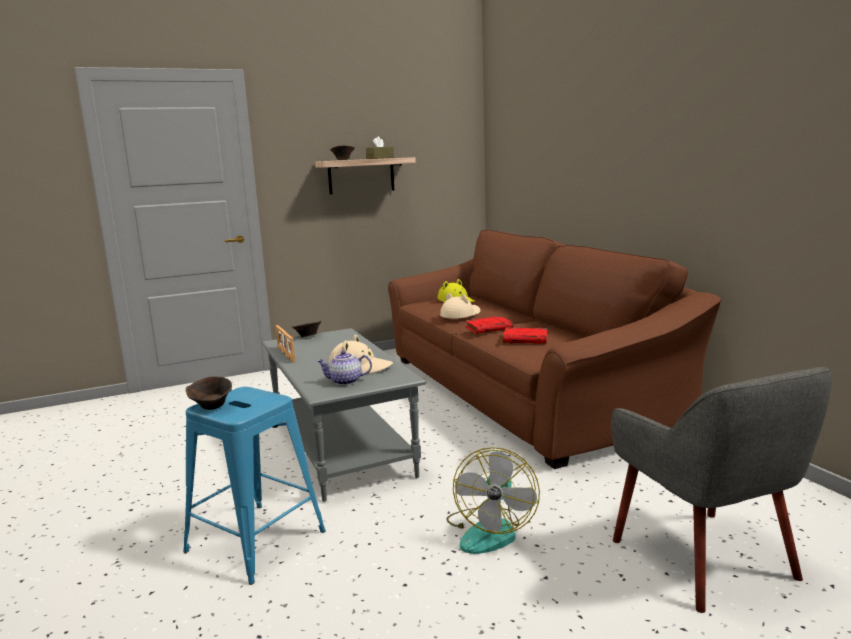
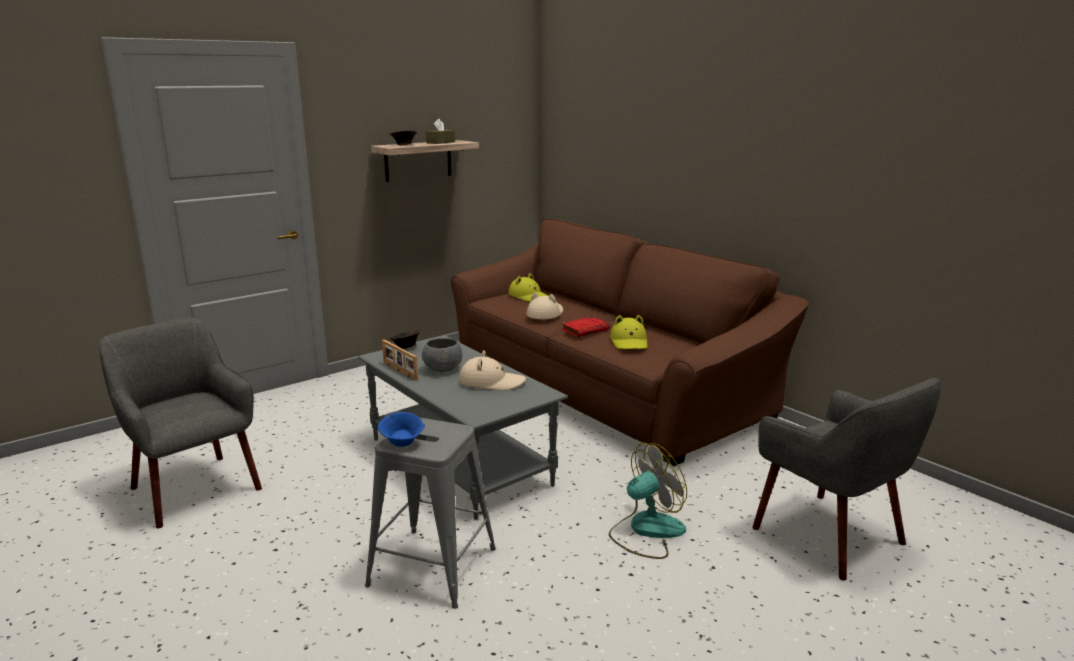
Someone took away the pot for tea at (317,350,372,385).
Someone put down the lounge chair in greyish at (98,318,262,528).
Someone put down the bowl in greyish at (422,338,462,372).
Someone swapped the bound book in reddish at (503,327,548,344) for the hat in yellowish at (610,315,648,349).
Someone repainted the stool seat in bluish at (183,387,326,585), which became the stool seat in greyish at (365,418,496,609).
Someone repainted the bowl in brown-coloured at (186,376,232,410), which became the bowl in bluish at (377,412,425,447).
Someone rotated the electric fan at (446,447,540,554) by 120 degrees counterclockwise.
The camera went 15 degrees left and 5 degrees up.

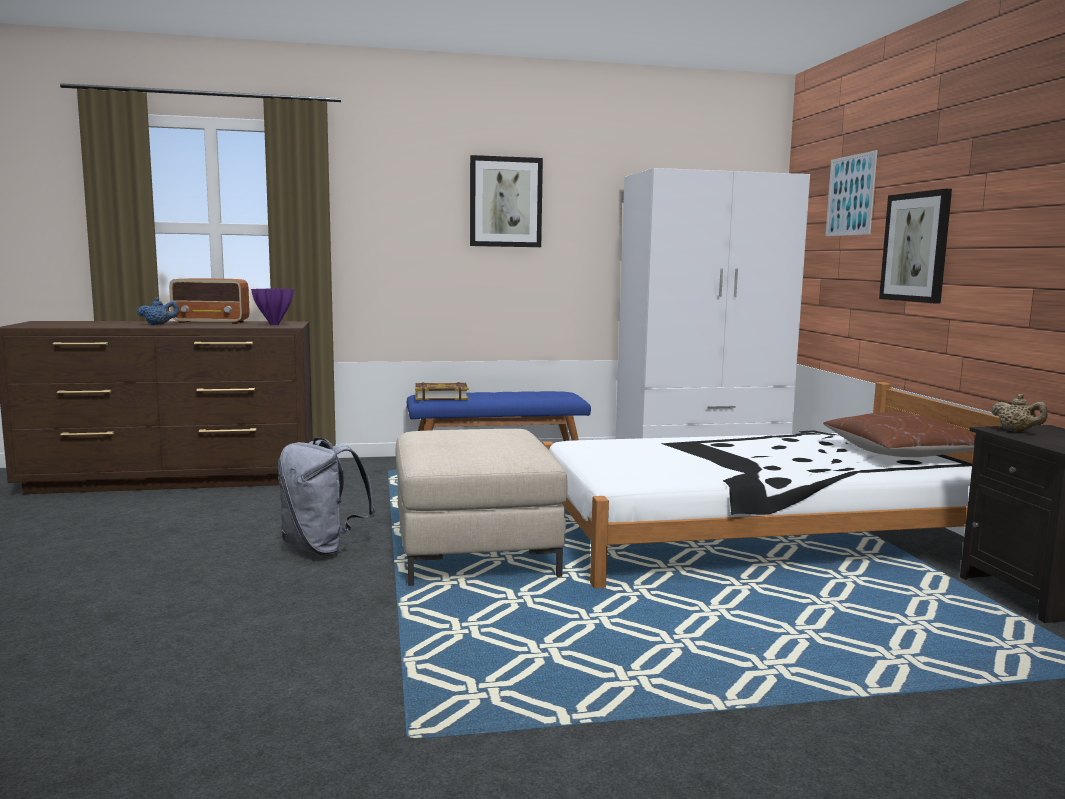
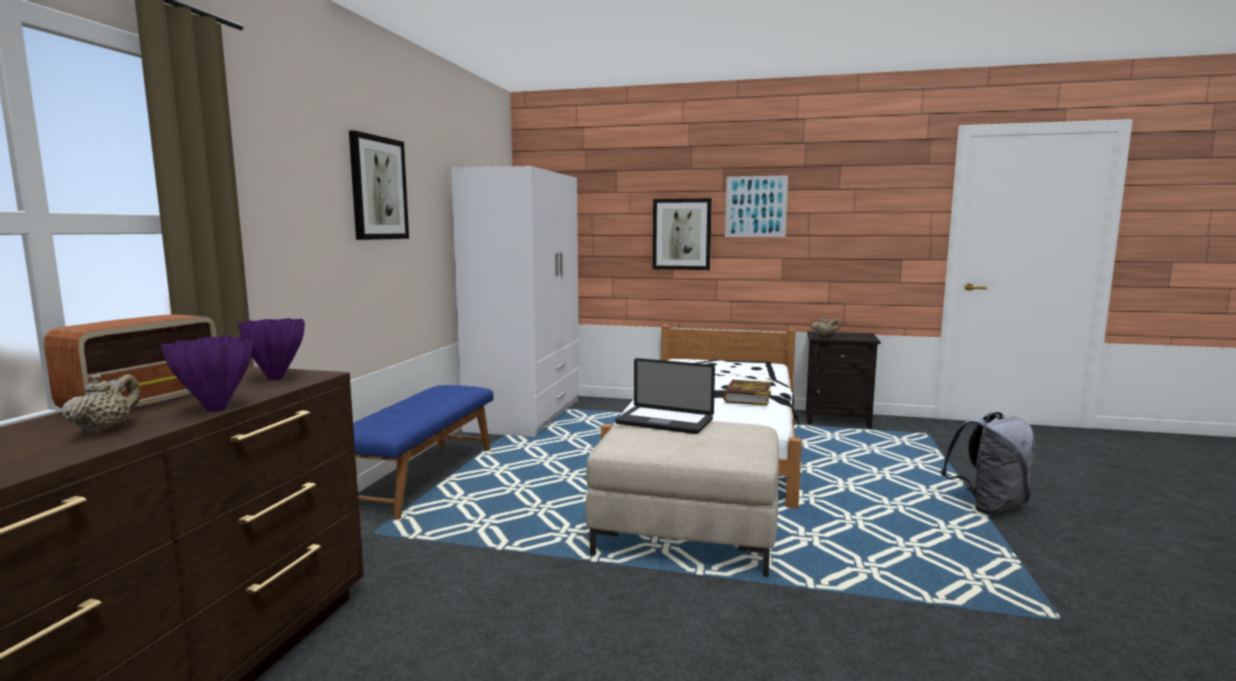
Someone took away the throw pillow in brown-coloured at (823,412,975,457).
Someone put down the decorative vase in purple-coloured at (161,335,253,412).
Someone put down the notebook computer at (615,358,715,434).
Someone carried the backpack in greyish from (278,437,376,556) to (940,412,1036,514).
Someone carried the bound book from (415,382,469,401) to (723,380,771,406).
Someone carried the picture from (825,150,877,236) to (725,176,788,237).
Someone repainted the pot for tea in bluish at (137,297,180,325), which became the pot for tea in beige at (62,374,141,434).
The camera went 65 degrees left and 0 degrees up.

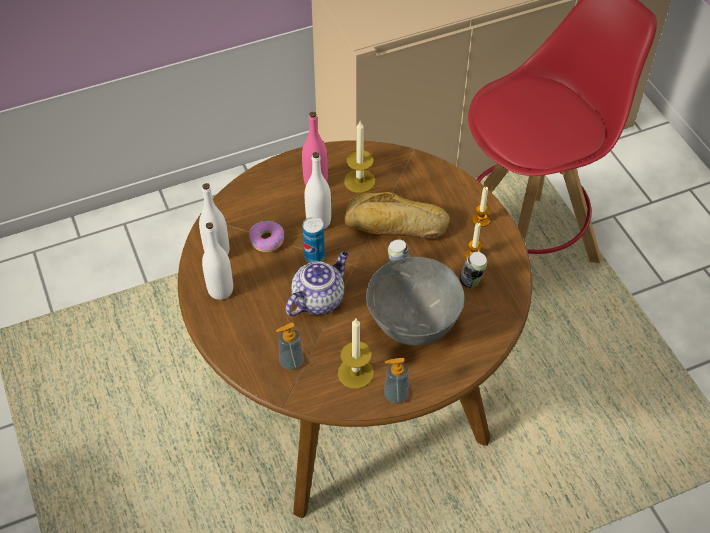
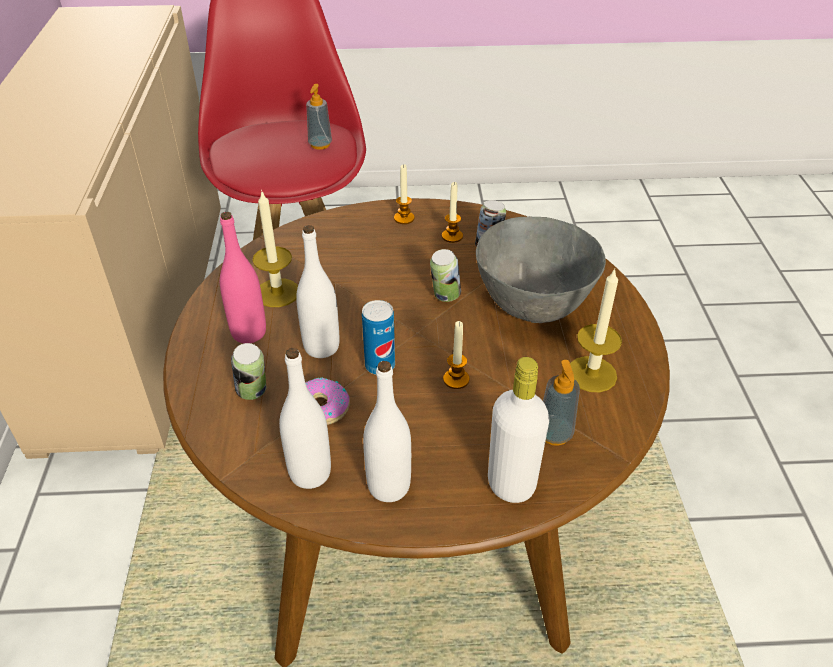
Someone took away the bakery bread at (344,192,450,239).
Someone put down the can at (231,343,266,400).
Someone put down the bottle in white at (488,357,549,503).
Someone carried the soap dispenser from (384,358,409,404) to (306,84,332,150).
Someone swapped the pot for tea at (286,251,349,316) for the candle at (443,321,469,389).
The camera went 70 degrees left and 10 degrees down.

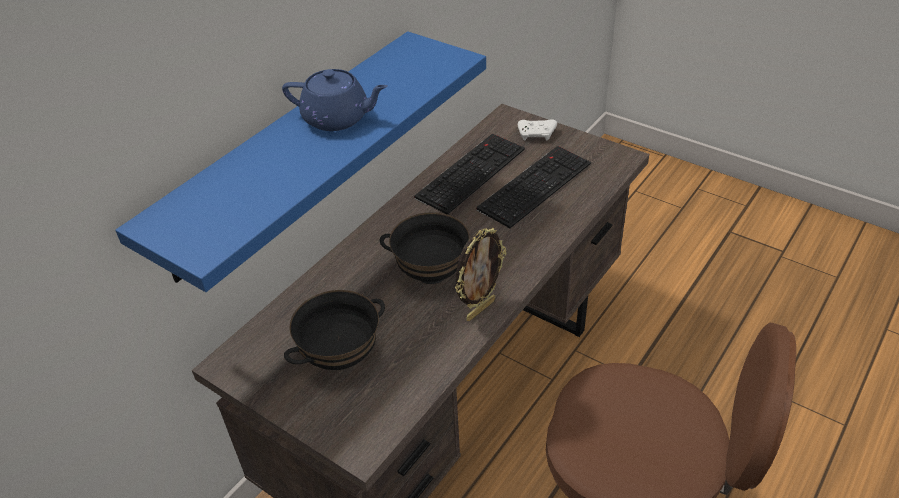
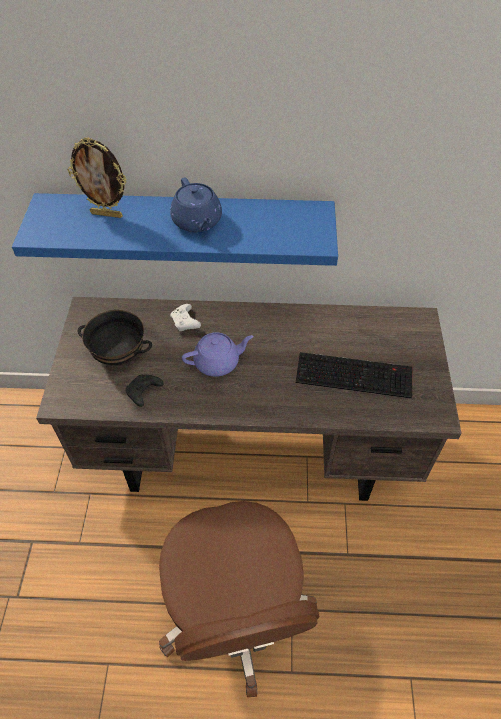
Someone took away the keyboard at (414,133,525,215).
Someone put down the gamepad in black at (126,374,164,407).
Someone carried the picture frame from (455,227,506,321) to (68,137,126,218).
Someone carried the gamepad in white from (518,119,557,141) to (170,304,201,331).
Someone swapped the bowl in black at (380,212,470,284) for the pot for tea in purple-coloured at (182,332,254,377).
The camera went 55 degrees right and 10 degrees up.

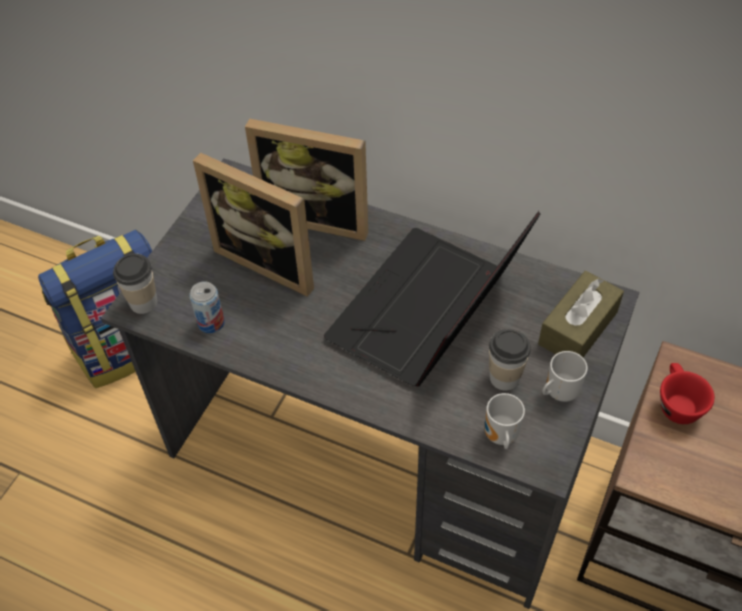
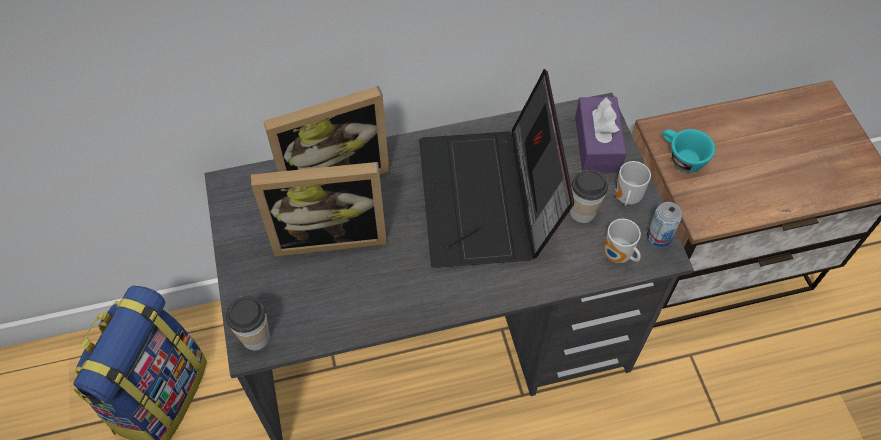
Someone carried the can from (189,281,225,333) to (646,202,682,248).
Someone repainted the box of tissues in brown-coloured at (538,271,624,357), which became the box of tissues in purple-coloured at (575,97,626,173).
Someone repainted the drinking cup in reddish at (660,363,715,424), which became the drinking cup in turquoise-coloured at (663,129,715,173).
The camera went 40 degrees left and 5 degrees up.

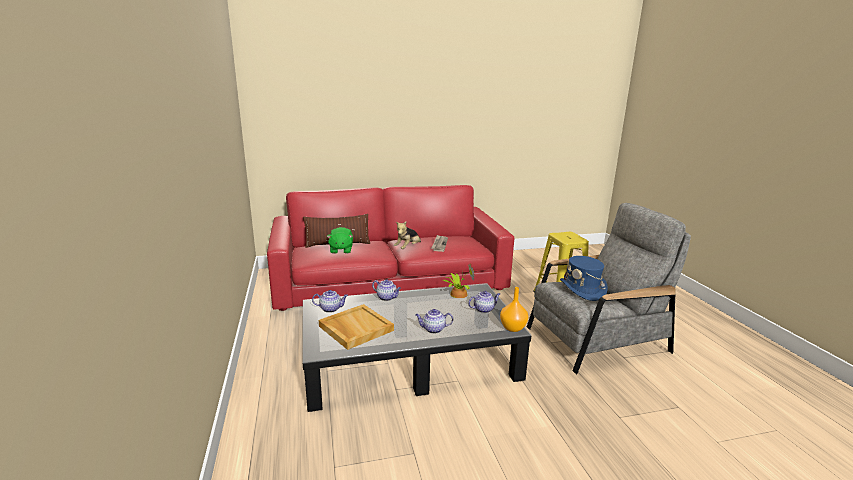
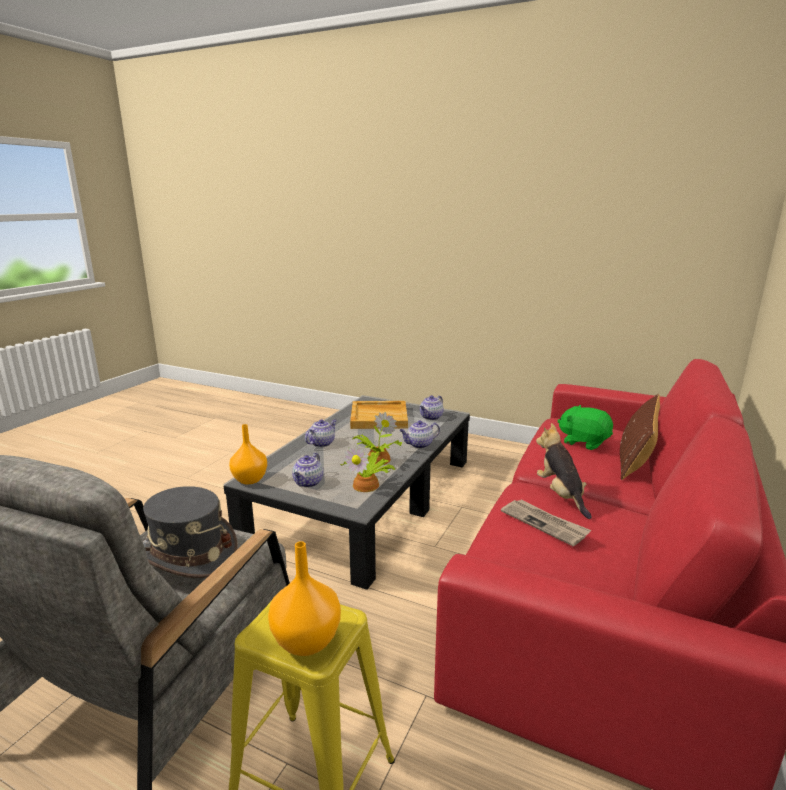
Someone put down the decorative vase in orange at (268,541,341,656).
Someone put down the potted plant at (353,412,402,465).
Someone repainted the hat in bluish at (560,256,608,301), which became the hat in greyish at (143,486,237,578).
The camera went 130 degrees right and 0 degrees up.

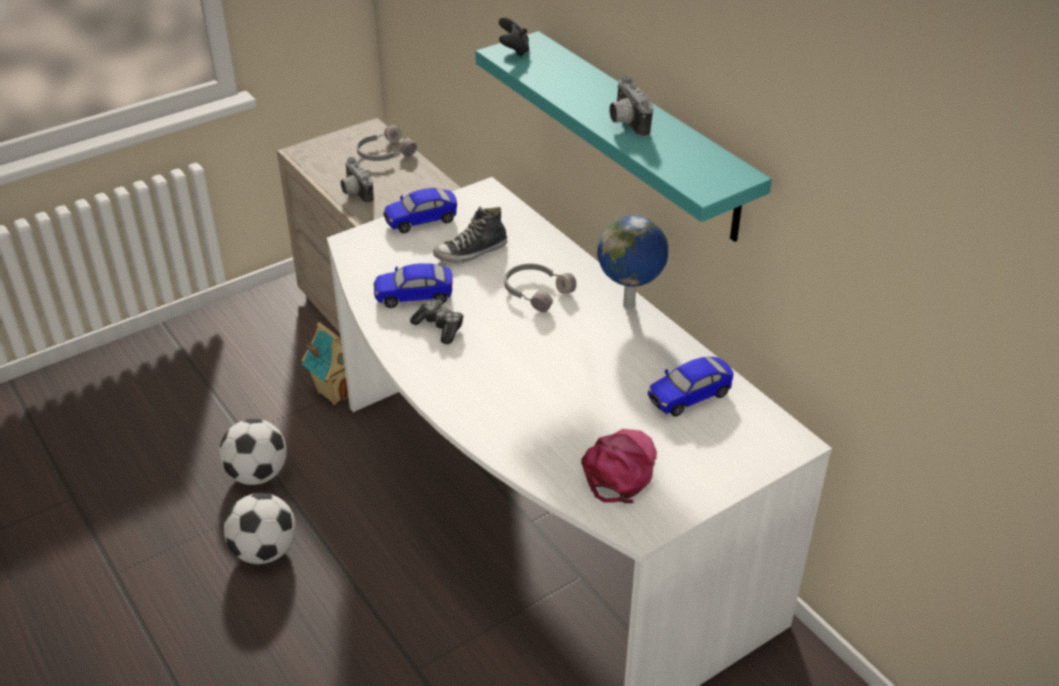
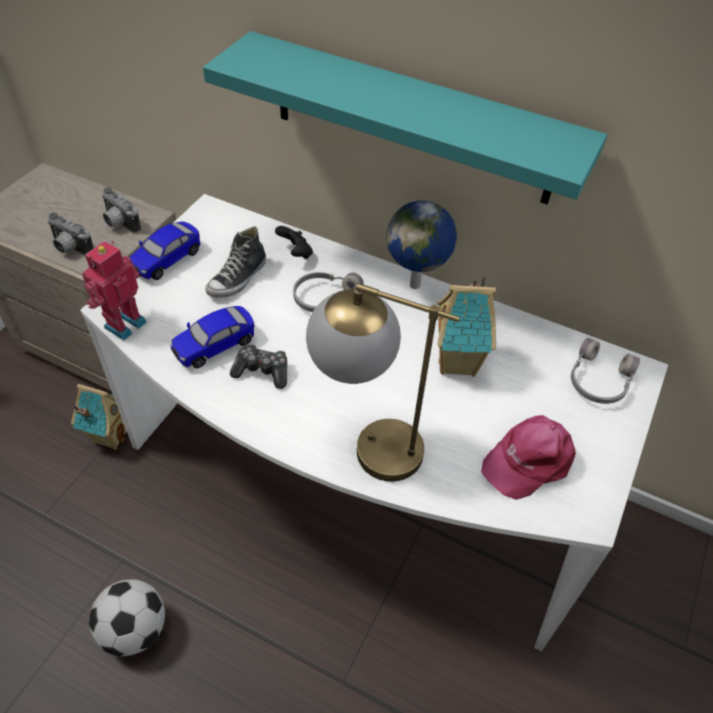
Someone took away the football at (219,419,287,485).
Someone took away the toy car at (648,357,733,417).
Someone put down the model robot at (82,241,147,340).
Someone put down the table lamp at (306,283,460,482).
Someone put down the toy house at (437,277,496,377).
Someone carried the headphones in greyish from (357,125,417,161) to (571,338,640,404).
Someone carried the gamepad in black from (499,17,529,57) to (275,226,313,259).
Someone carried the photo camera from (609,75,653,137) to (102,187,141,233).
Someone rotated the cap in pinkish at (581,429,657,503) by 120 degrees counterclockwise.
The camera went 30 degrees left and 10 degrees up.

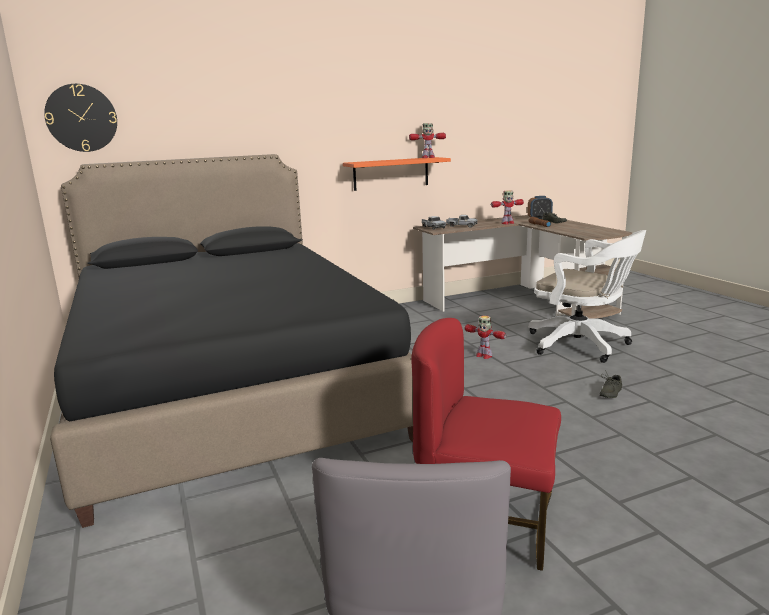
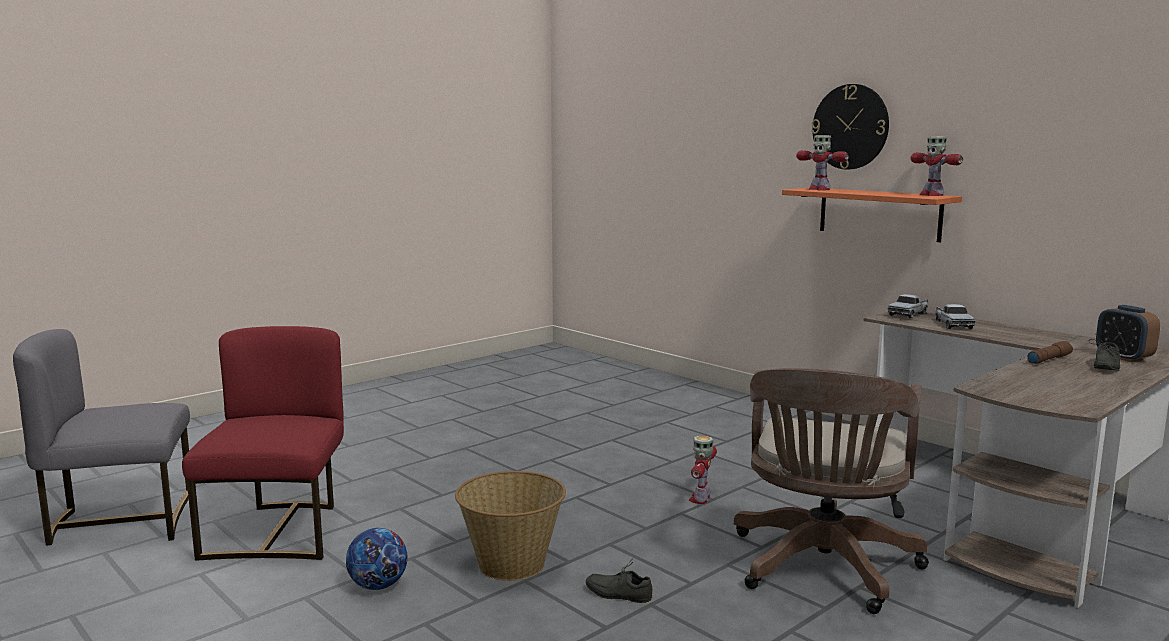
Someone took away the bed in black at (50,154,413,528).
Someone put down the football at (346,528,408,590).
Someone put down the basket at (455,471,566,581).
Someone carried the clock on the wall from (44,84,117,152) to (811,84,889,170).
Someone carried the model robot from (491,190,524,224) to (796,135,849,190).
Someone repainted the office chair in white at (528,230,646,363), which became the office chair in brown-coloured at (734,368,929,614).
The camera went 70 degrees right and 5 degrees down.

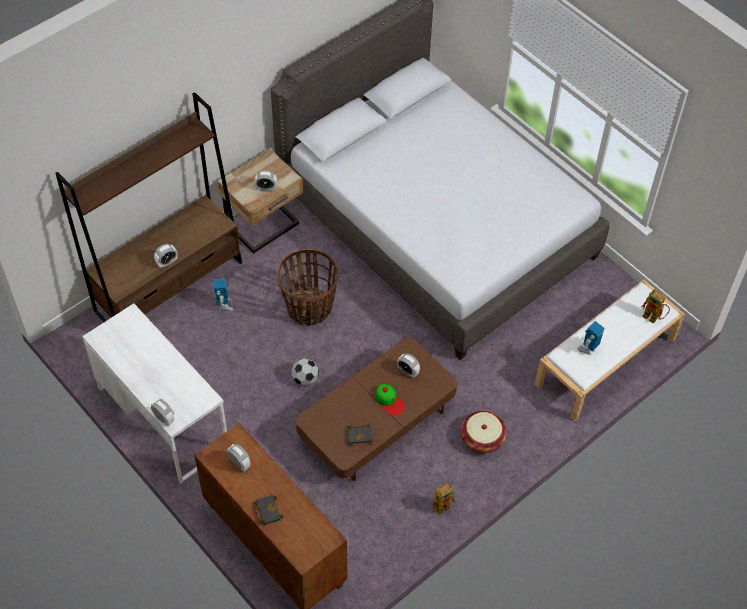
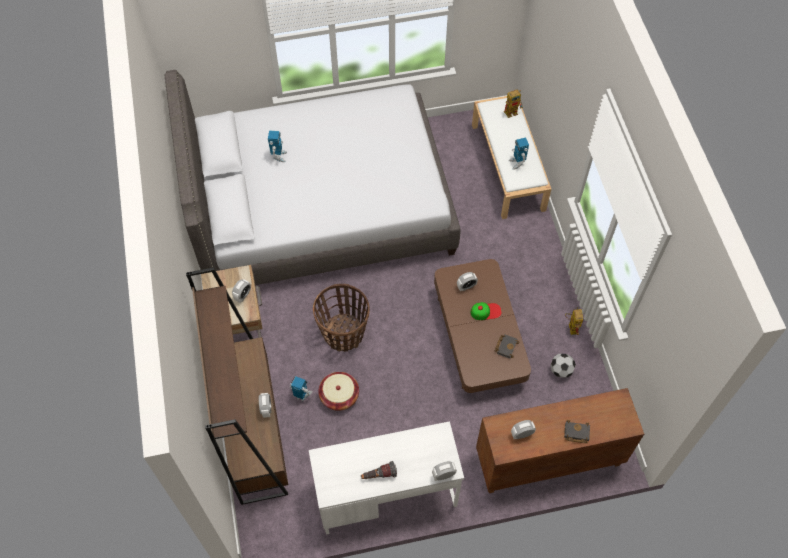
Someone put down the model robot at (268,131,287,162).
Someone put down the flashlight at (361,461,397,479).
Someone carried the football from (292,358,319,386) to (550,354,576,378).
Someone carried the basket from (461,411,507,453) to (318,372,359,411).
The camera went 60 degrees left and 5 degrees up.

